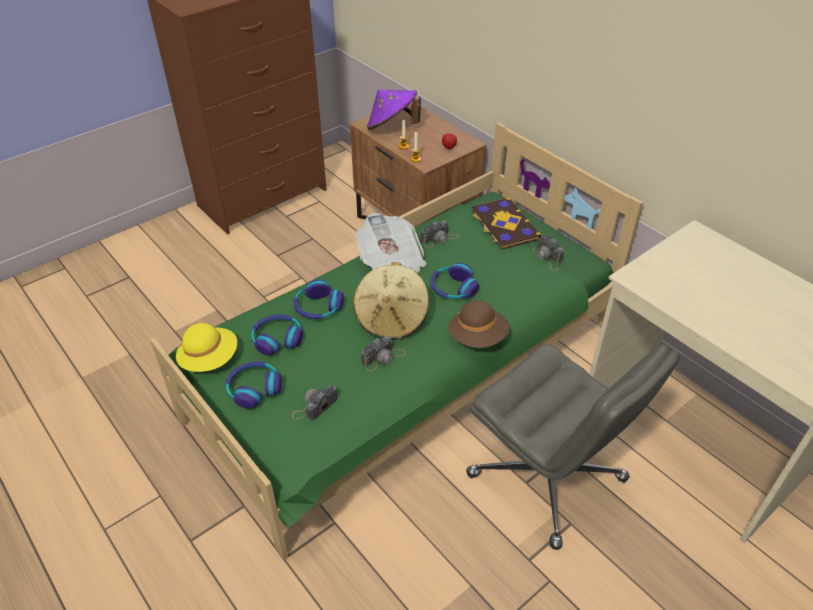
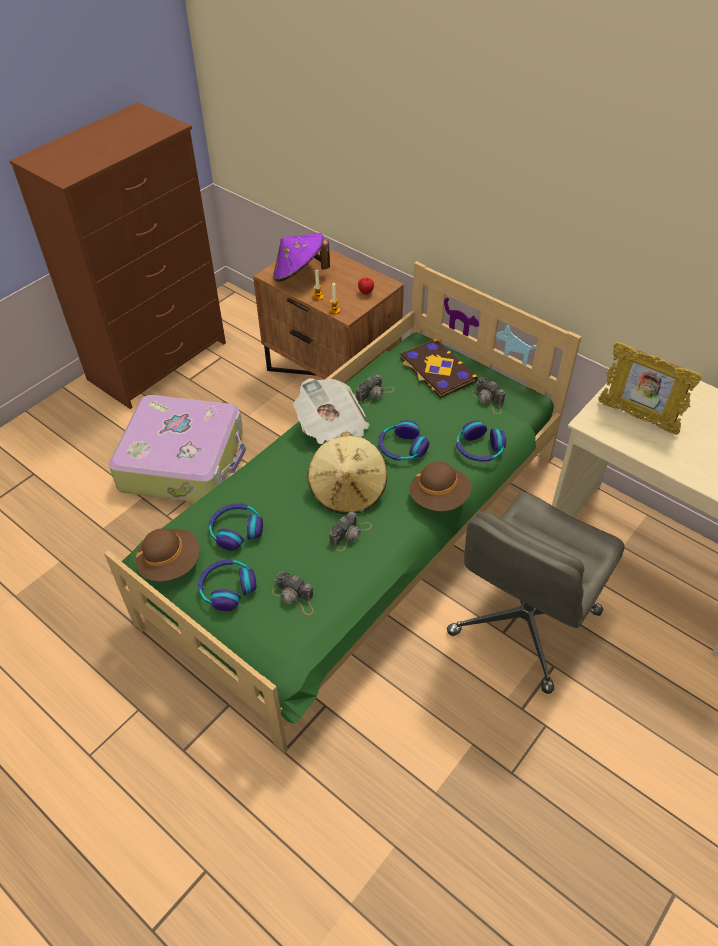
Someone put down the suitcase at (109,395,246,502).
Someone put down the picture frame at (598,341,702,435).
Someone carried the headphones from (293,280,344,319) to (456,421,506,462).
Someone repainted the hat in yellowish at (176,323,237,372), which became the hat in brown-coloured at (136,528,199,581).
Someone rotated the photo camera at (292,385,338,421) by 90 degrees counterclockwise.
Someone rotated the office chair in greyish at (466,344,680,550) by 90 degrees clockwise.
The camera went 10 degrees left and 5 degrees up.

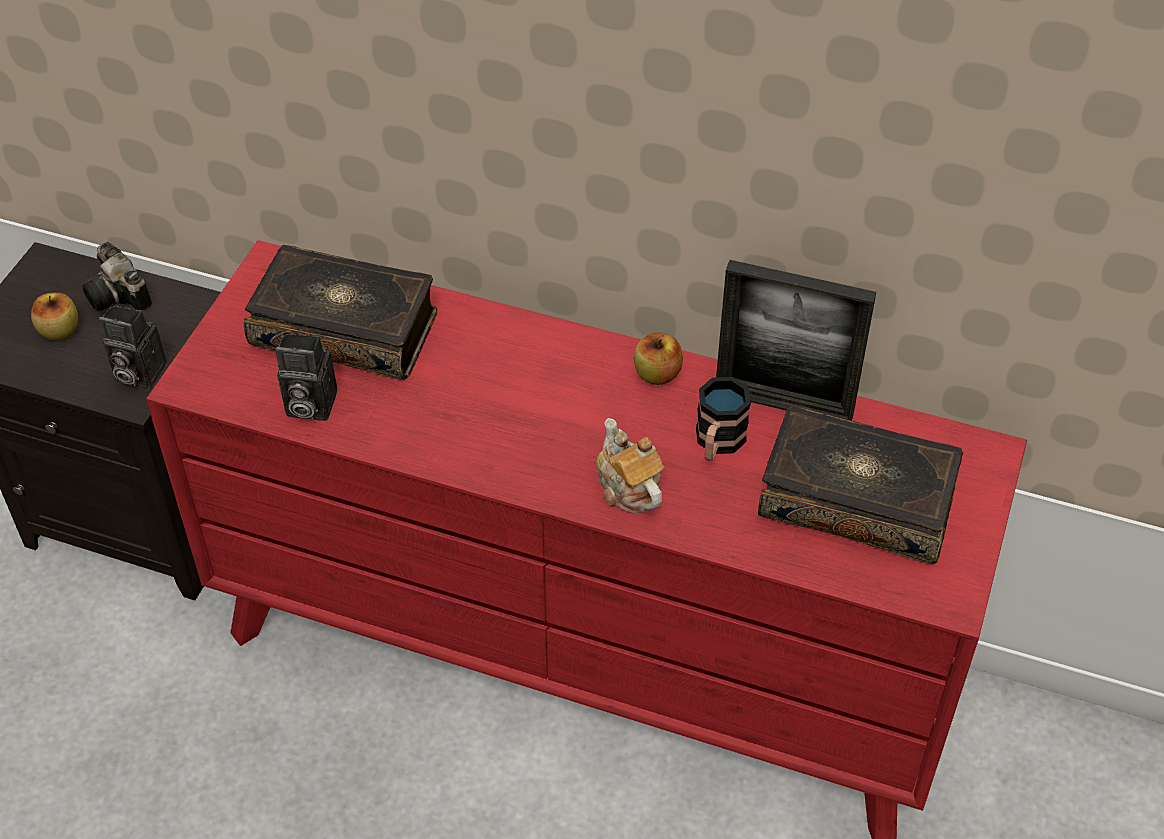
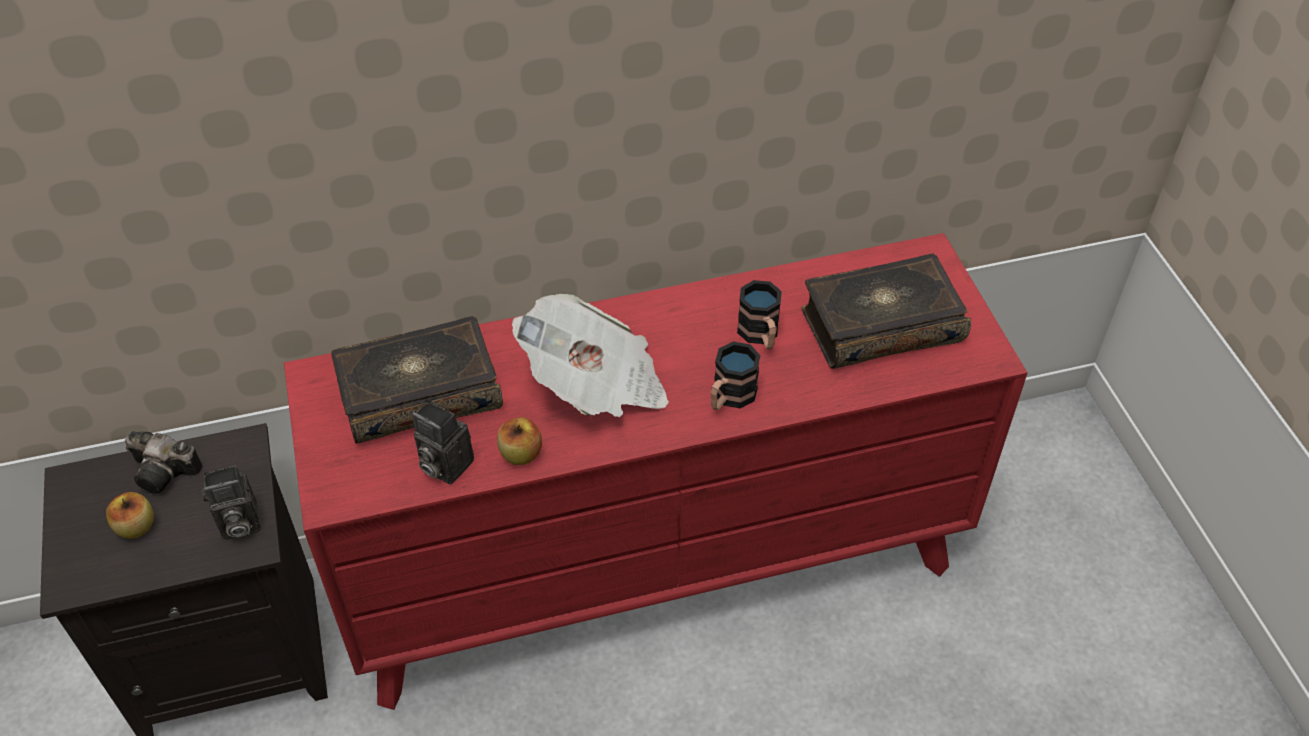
Someone took away the picture frame at (716,260,876,421).
Someone put down the daily paper at (512,294,669,417).
Someone carried the apple from (634,333,683,385) to (497,417,542,465).
Someone swapped the pot for tea at (596,418,664,513) for the mug at (711,341,760,410).
Someone rotated the photo camera at (275,332,337,421) by 60 degrees clockwise.
The camera went 35 degrees left and 0 degrees up.

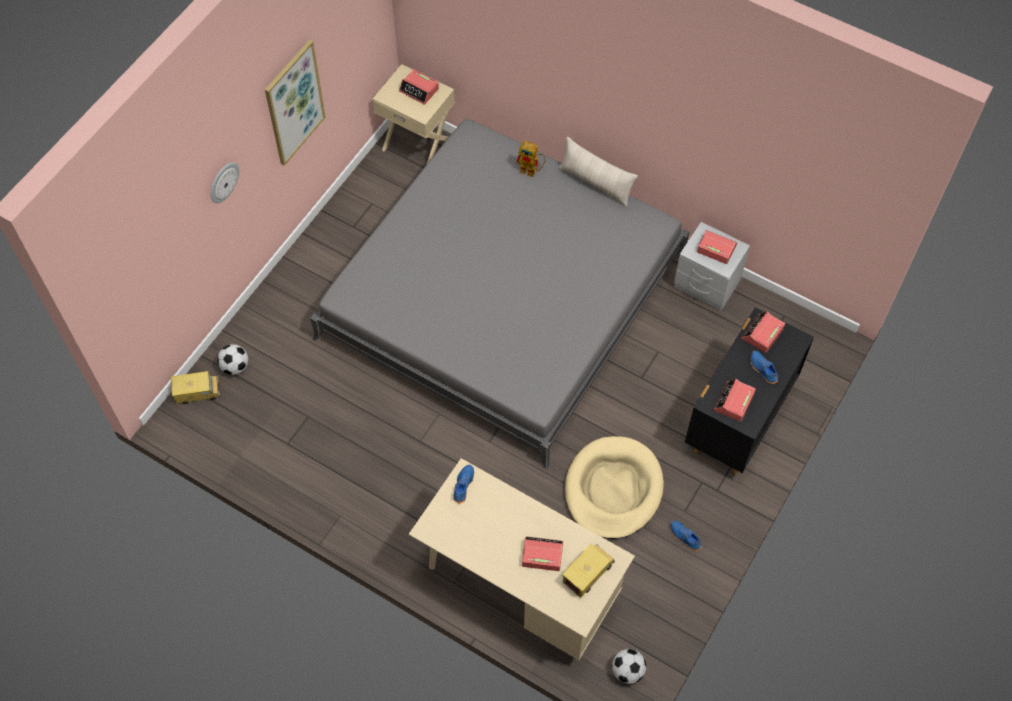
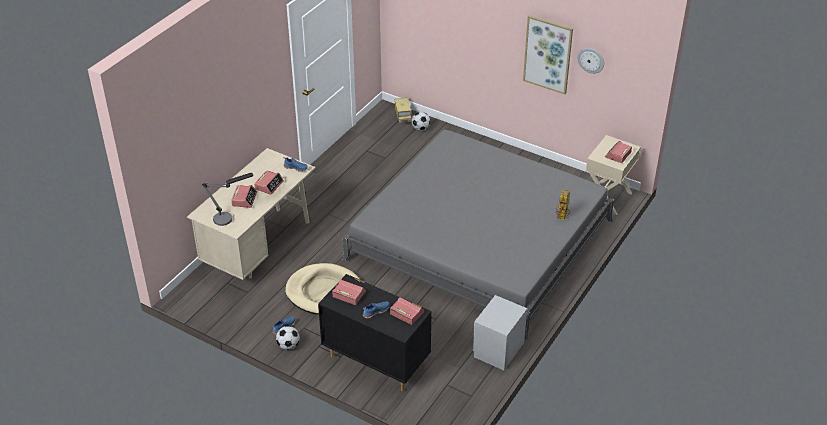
Someone took away the throw pillow in beige at (558,137,638,207).
Someone carried the clock on the wall from (211,162,239,203) to (578,48,604,74).
Someone carried the football from (612,649,646,684) to (276,326,300,350).
Someone carried the alarm clock from (697,230,737,264) to (254,170,284,194).
Someone swapped the toy truck at (562,544,615,598) for the table lamp at (202,173,253,226).
The camera went 90 degrees right and 20 degrees down.

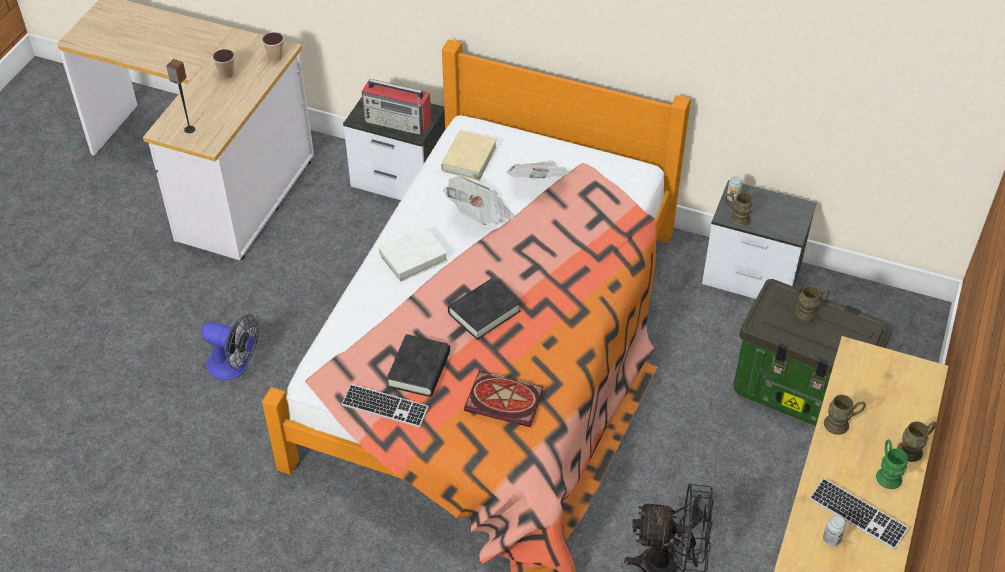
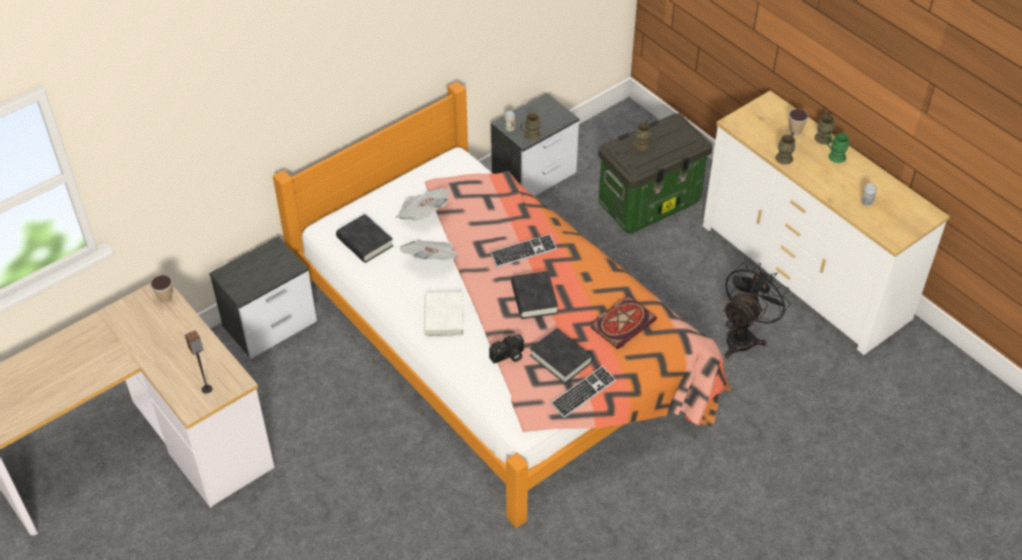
Someone took away the electric fan at (201,314,259,380).
Someone took away the radio receiver at (362,79,431,135).
Someone put down the photo camera at (489,334,524,363).
Someone carried the drinking cup from (212,49,235,79) to (789,109,809,135).
Someone carried the keyboard from (809,478,909,550) to (490,234,557,267).
Someone repainted the bound book in beige at (441,131,497,181), which became the bound book in black at (336,214,393,263).
The camera went 60 degrees left and 0 degrees up.

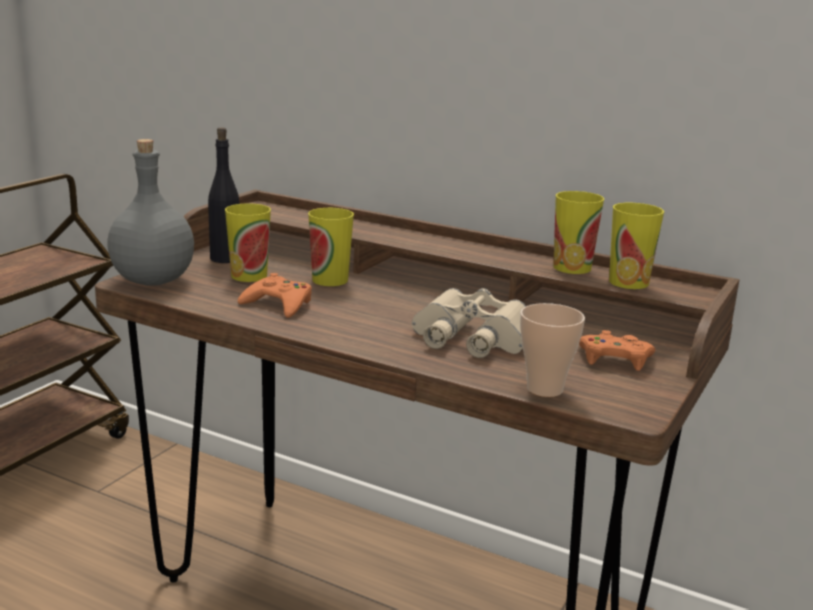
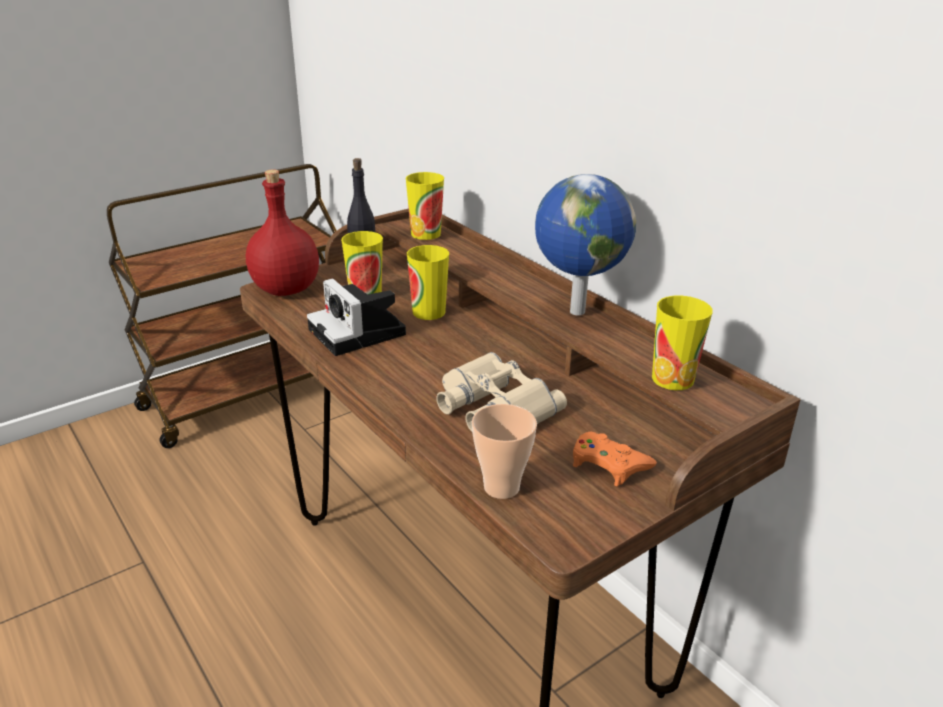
Someone put down the desk globe at (535,174,636,316).
Someone carried the drinking cup from (553,191,604,274) to (406,172,444,240).
Someone swapped the gamepad in orange at (238,273,311,318) for the photo camera at (307,278,406,356).
Someone repainted the bottle in greyish at (107,139,194,286), which became the bottle in reddish at (246,169,319,296).
The camera went 25 degrees right and 10 degrees up.

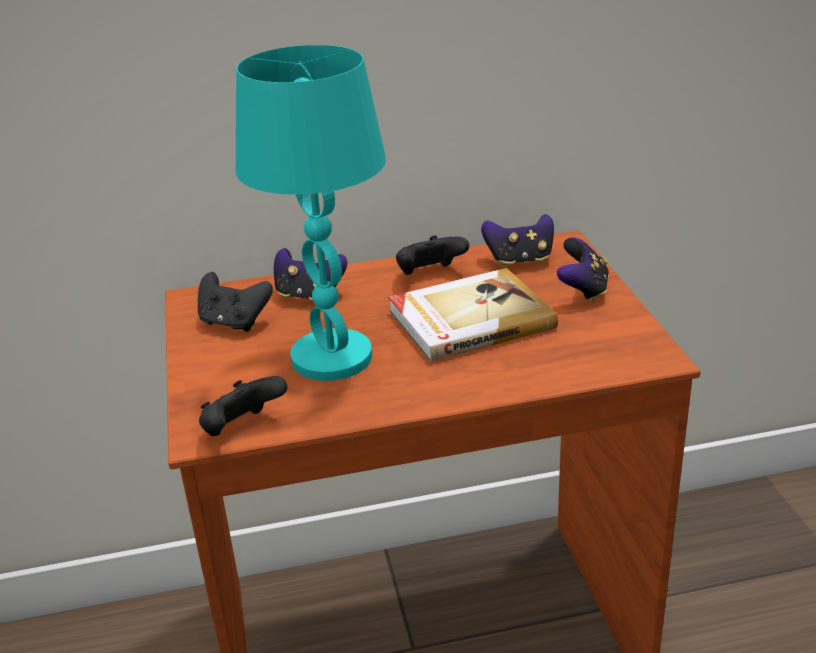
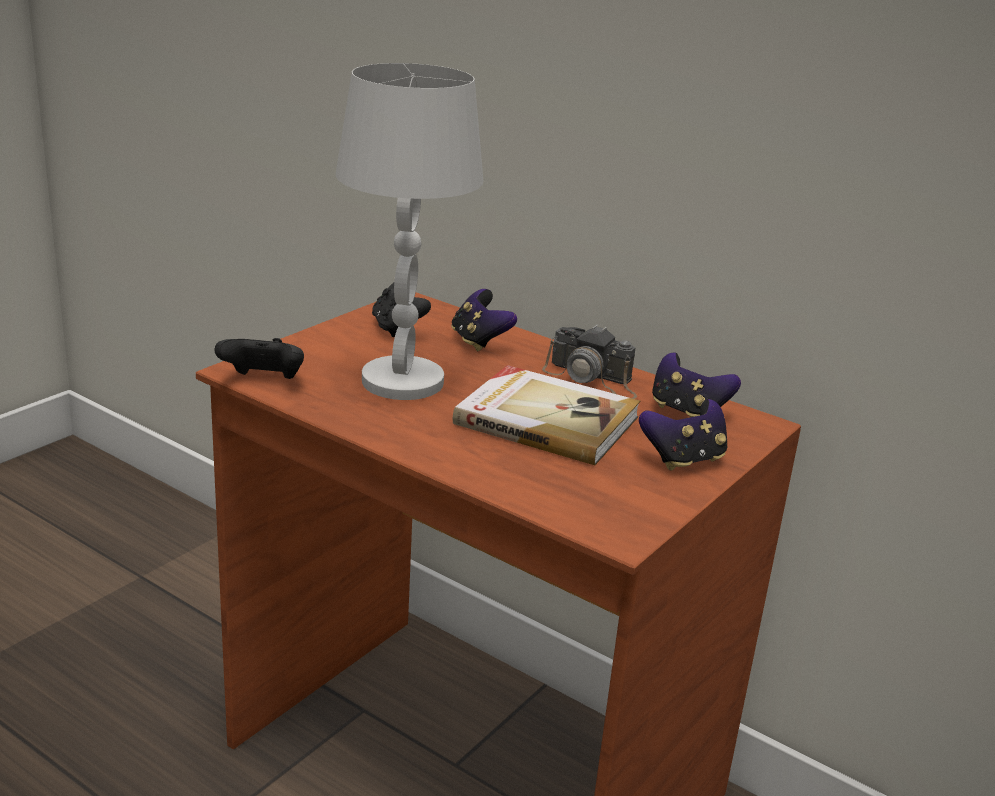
Someone swapped the gamepad in black at (396,235,469,275) for the photo camera at (542,325,637,399).
Someone repainted the table lamp in turquoise-coloured at (236,45,386,381), which became the table lamp in white at (336,63,483,400).
The camera went 45 degrees right and 5 degrees down.

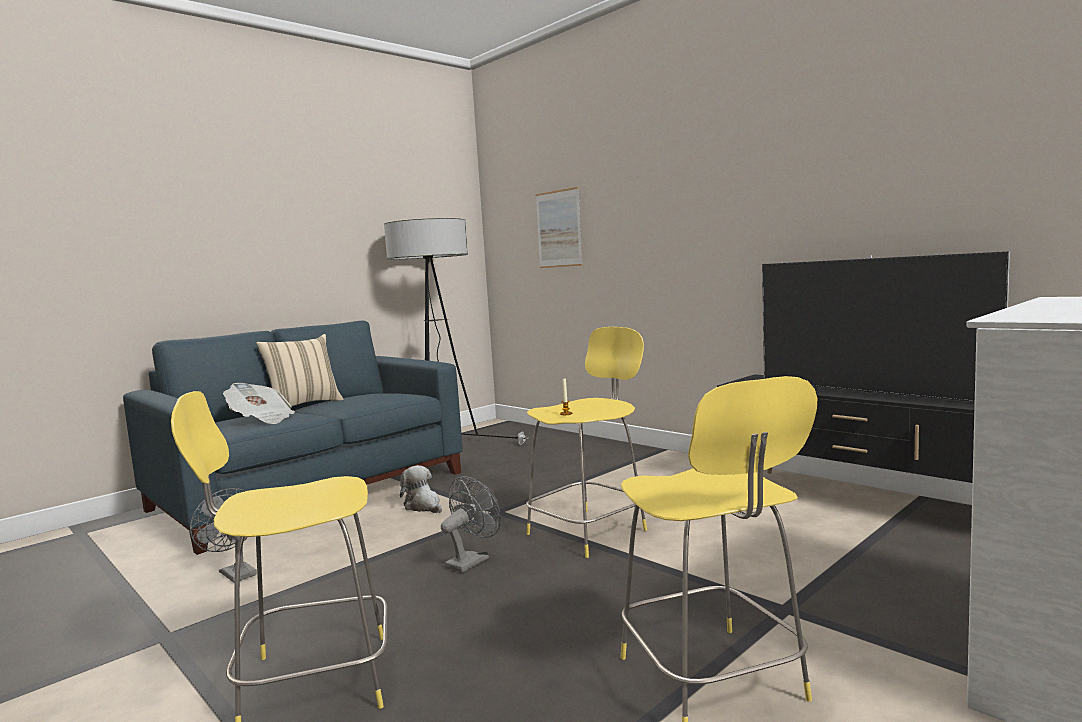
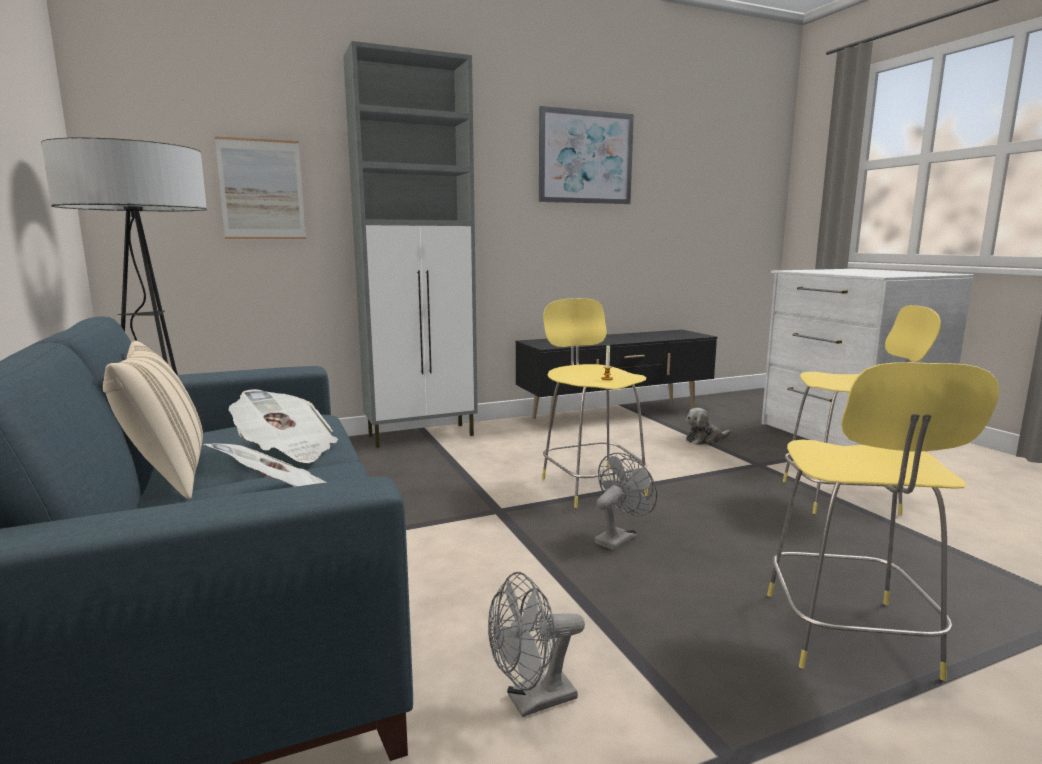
Someone took away the television at (762,251,1010,402).
Someone put down the daily paper at (229,389,338,463).
Someone put down the cabinet in greyish at (343,41,478,448).
Someone put up the picture at (539,106,634,204).
Someone carried the soft toy from (400,465,442,513) to (686,408,731,445).
Someone rotated the electric fan in greyish at (441,476,501,573) by 75 degrees clockwise.
The camera went 70 degrees left and 5 degrees up.

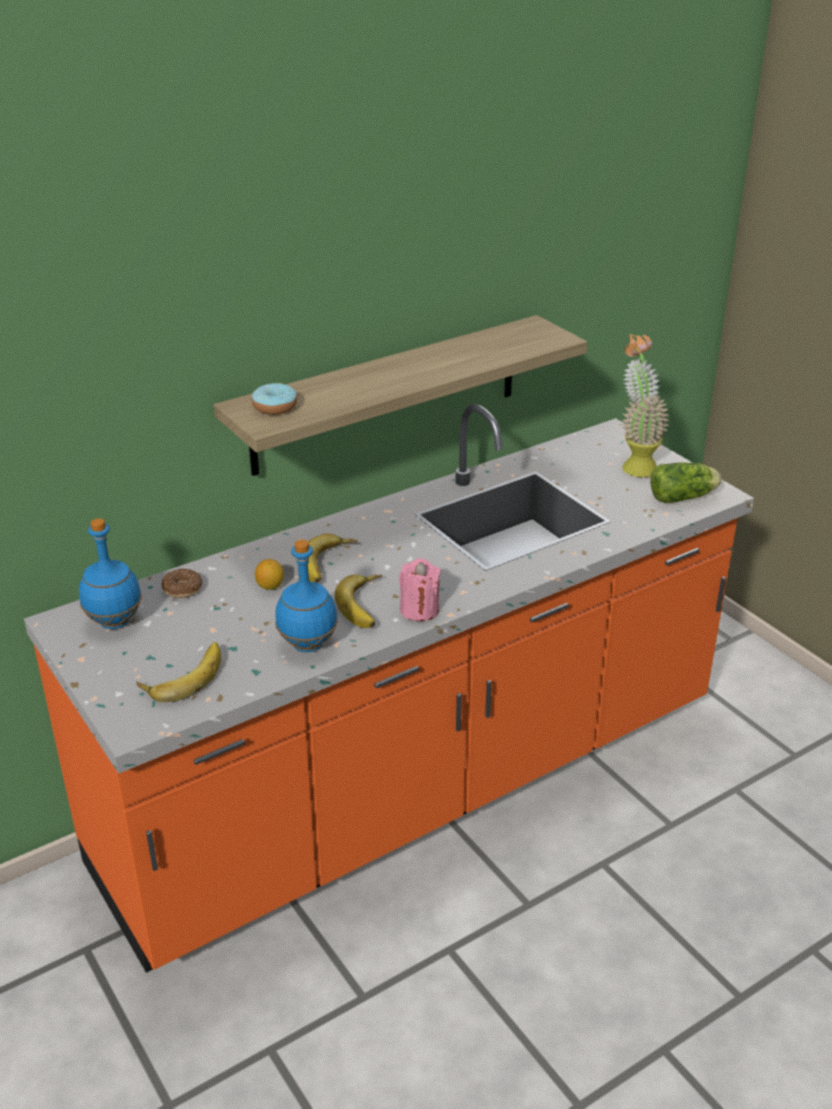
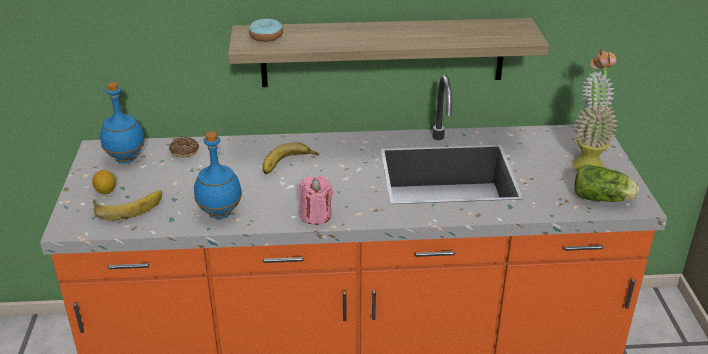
Someone took away the banana fruit at (335,575,382,628).
Someone carried the whole lemon from (255,559,284,590) to (92,170,116,194).
The camera went 30 degrees right and 0 degrees up.

